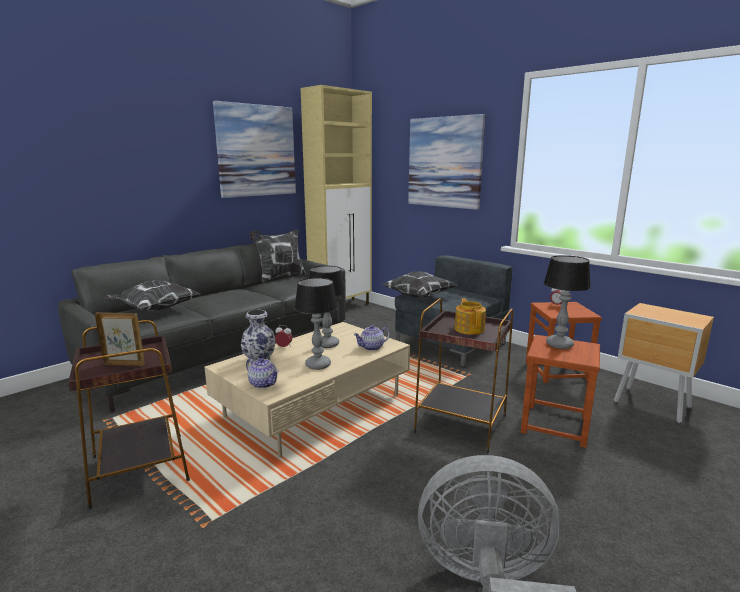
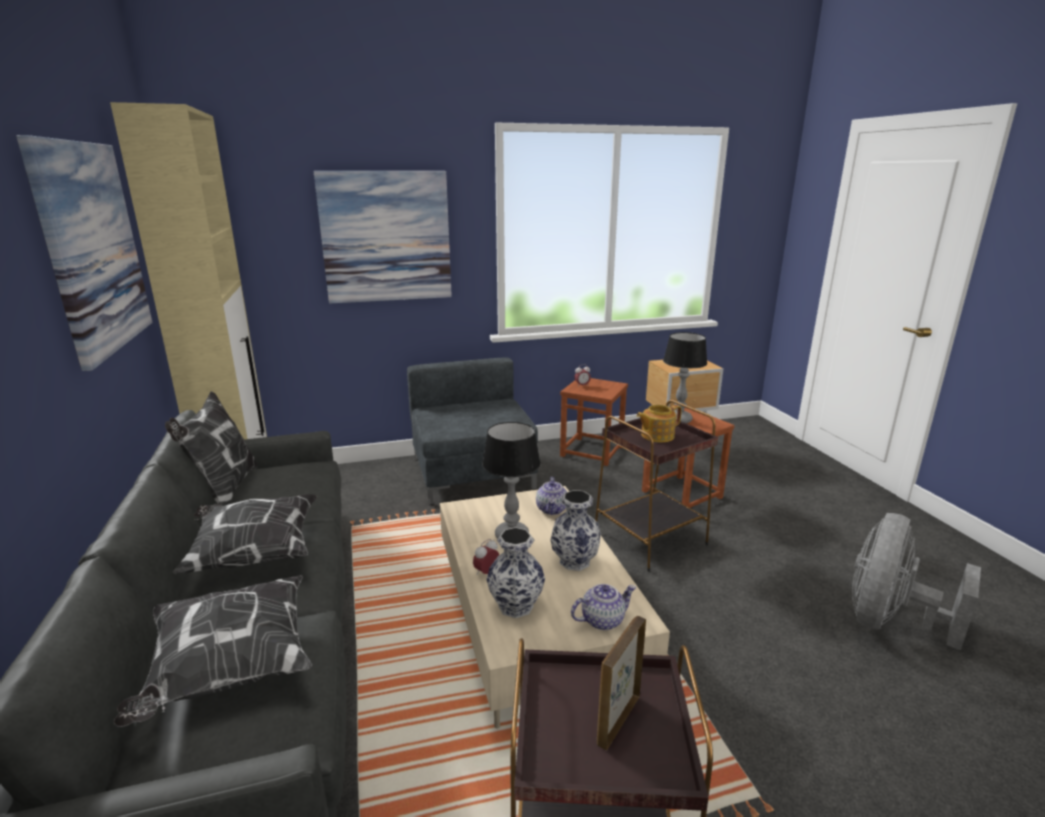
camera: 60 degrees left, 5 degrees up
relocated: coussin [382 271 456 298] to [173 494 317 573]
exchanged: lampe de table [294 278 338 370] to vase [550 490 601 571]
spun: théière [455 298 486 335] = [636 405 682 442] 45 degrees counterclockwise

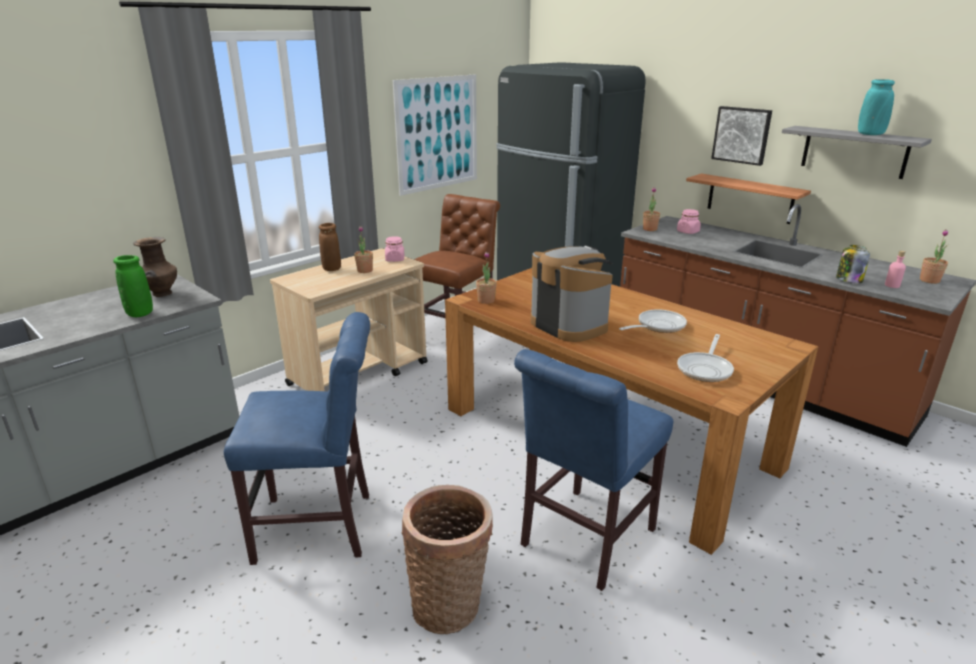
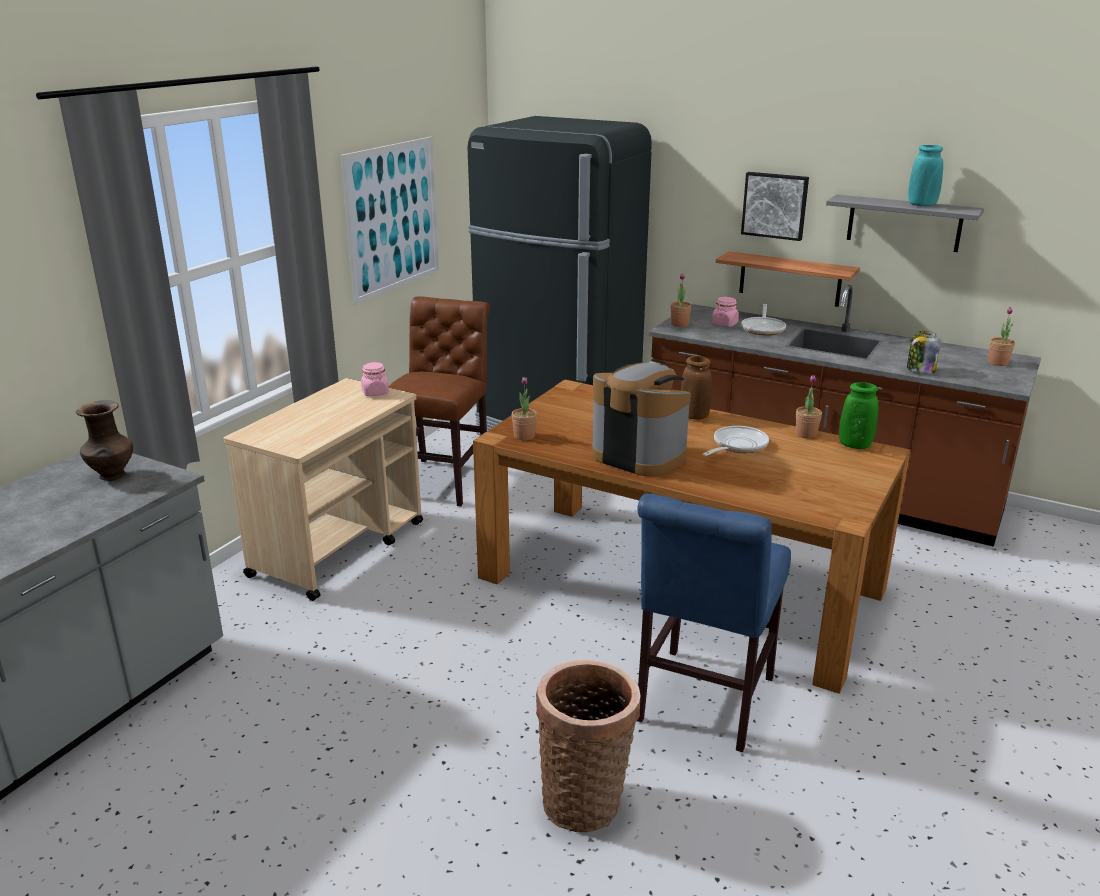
camera: 15 degrees left, 0 degrees up
missing: bouteille [rose] [885 251 906 288]; chaise [bleu] [224 312 370 565]
relocated: vase [marron] [319 223 341 271] to [681 356 712 420]; plante en pot [354 226 373 273] to [796 375 822 439]; vase [vert] [113 255 153 317] to [839 382 878 449]; poêle [677 334 734 382] to [741 304 786 335]

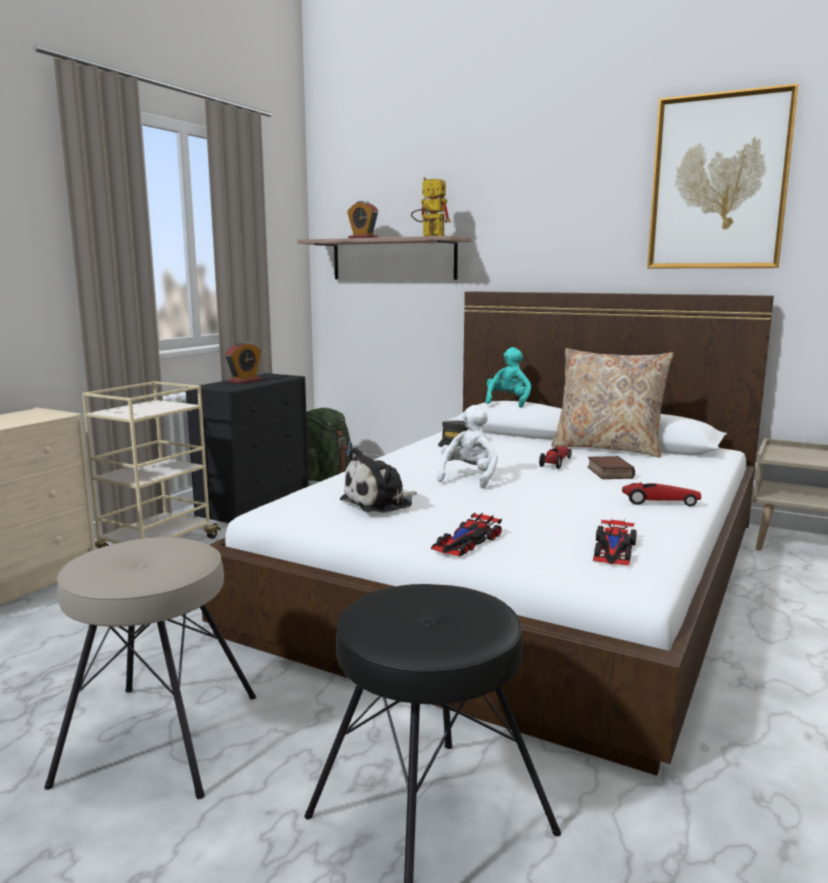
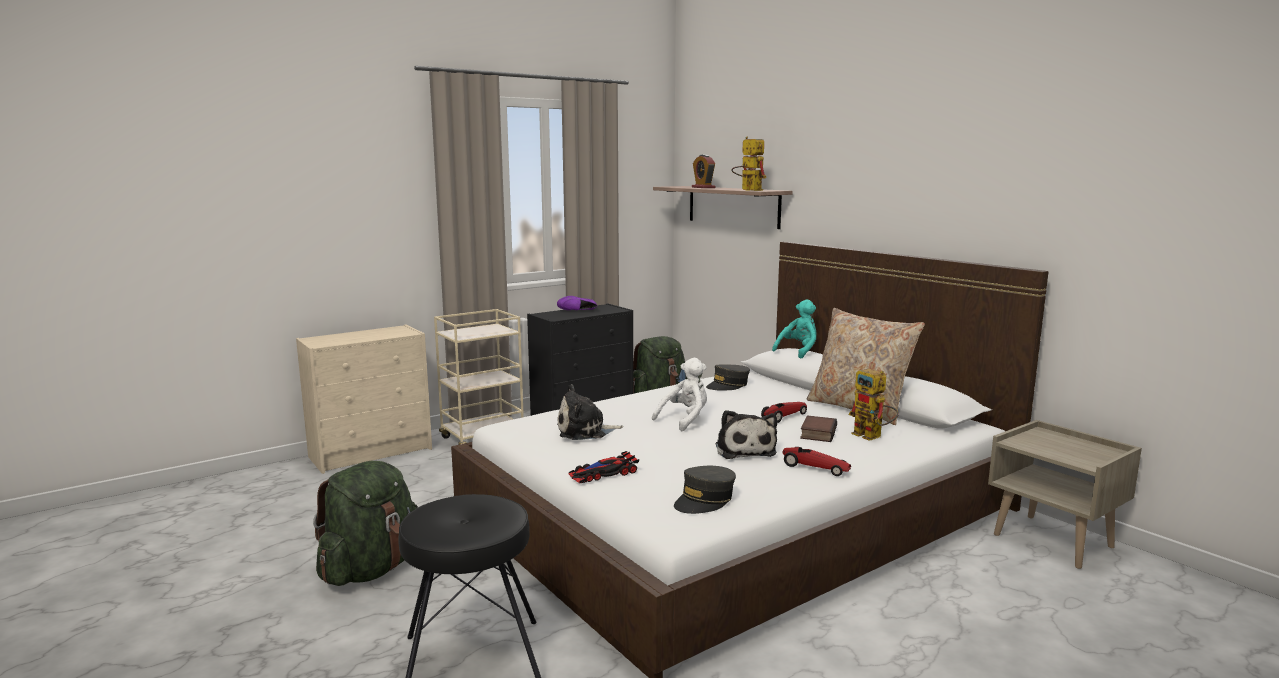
camera: 25 degrees right, 0 degrees up
missing: tableau [647 83 799 268]
appeared: robot jouet [849 369 899 441]; peluche [716 410 777 459]
exchanged: réveil [225 342 262 384] to chaussure [violet] [557 296 597 310]; petite voiture [593 518 637 565] to casquette [gris] [674 466 736 514]; tabouret [beige] [45 537 256 799] to sac à dos [vert] [313 461 418 586]

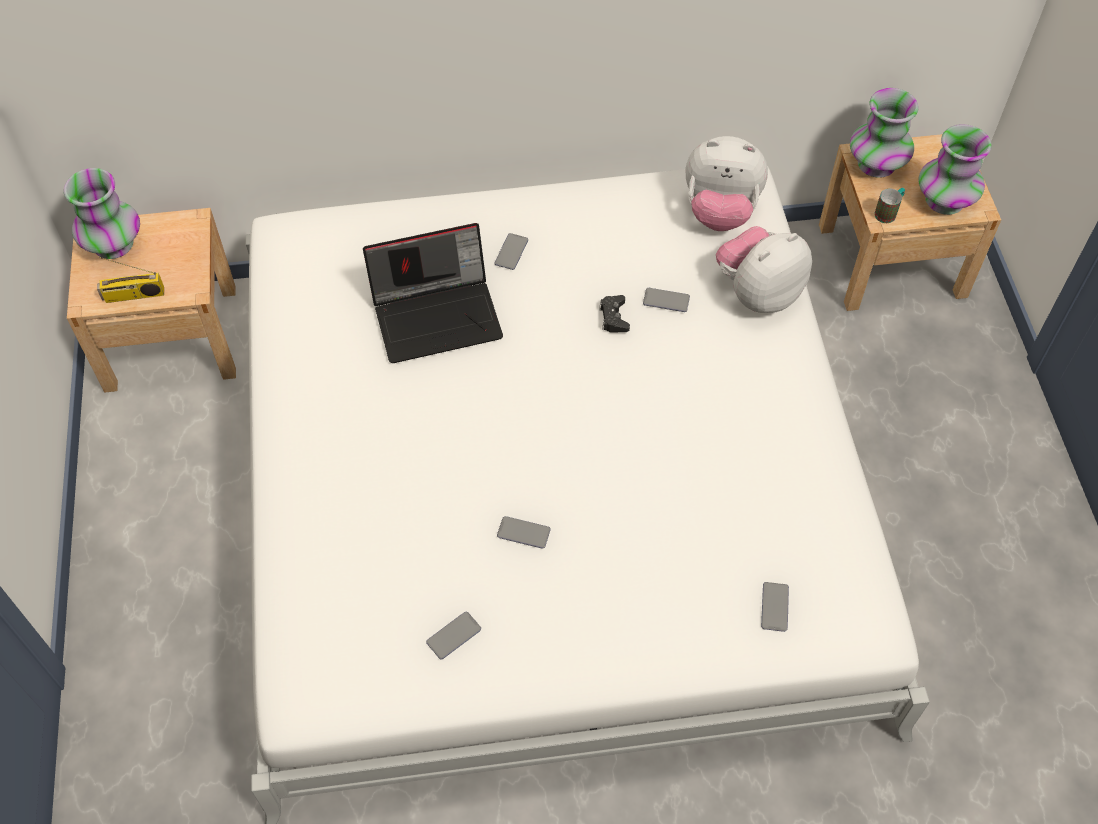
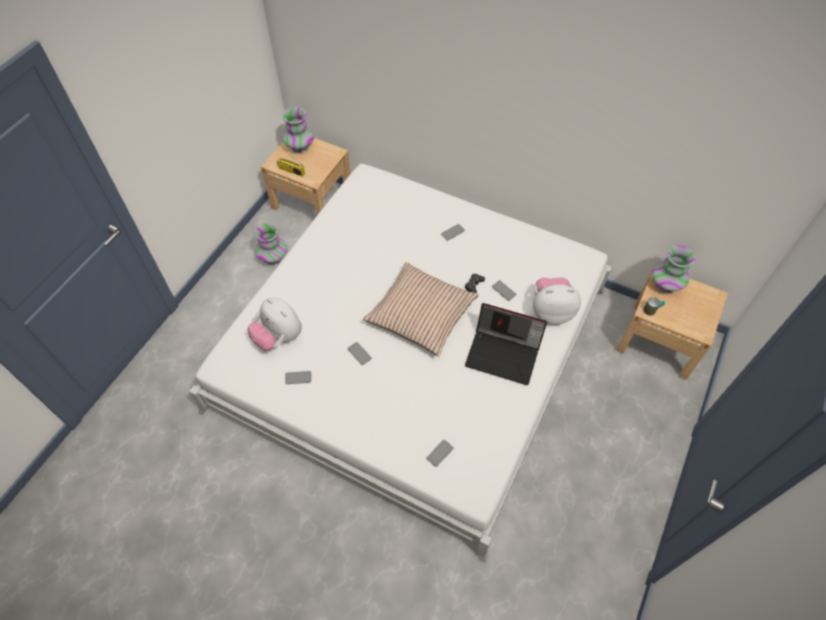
camera: 35 degrees right, 0 degrees up
appeared: coussin [363 262 479 356]
relocated: vase [919 124 992 215] to [254 223 287 265]; peluche [686 136 768 231] to [248 297 302 351]; ordinateur portable [363 223 503 363] to [465 303 547 385]

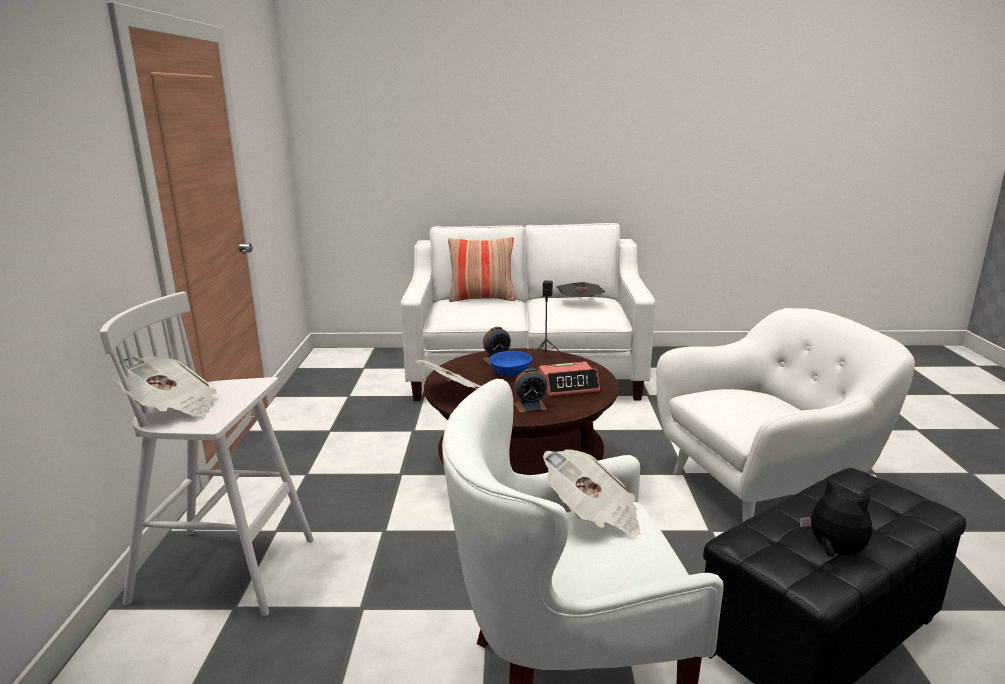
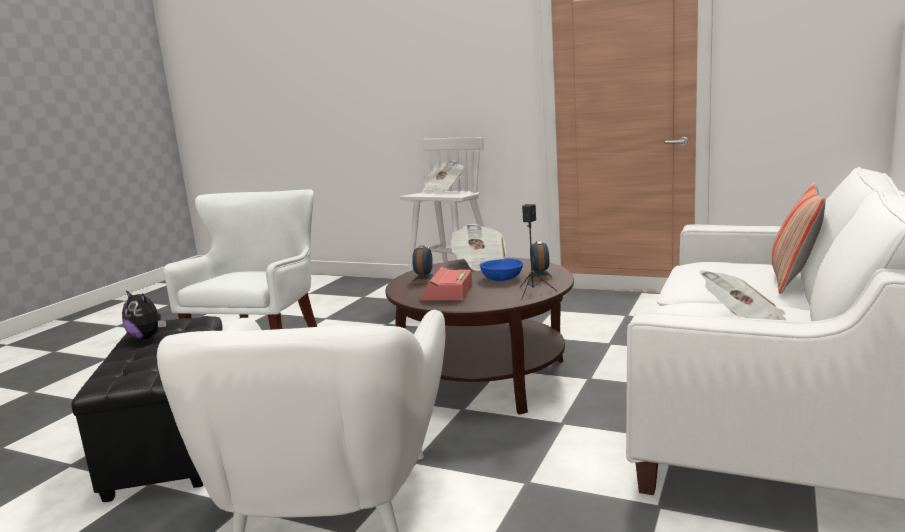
camera: 115 degrees right, 5 degrees down
missing: journal [543 449 640 536]
spun: peluche [800 478 872 557] = [122 290 166 339] 45 degrees clockwise

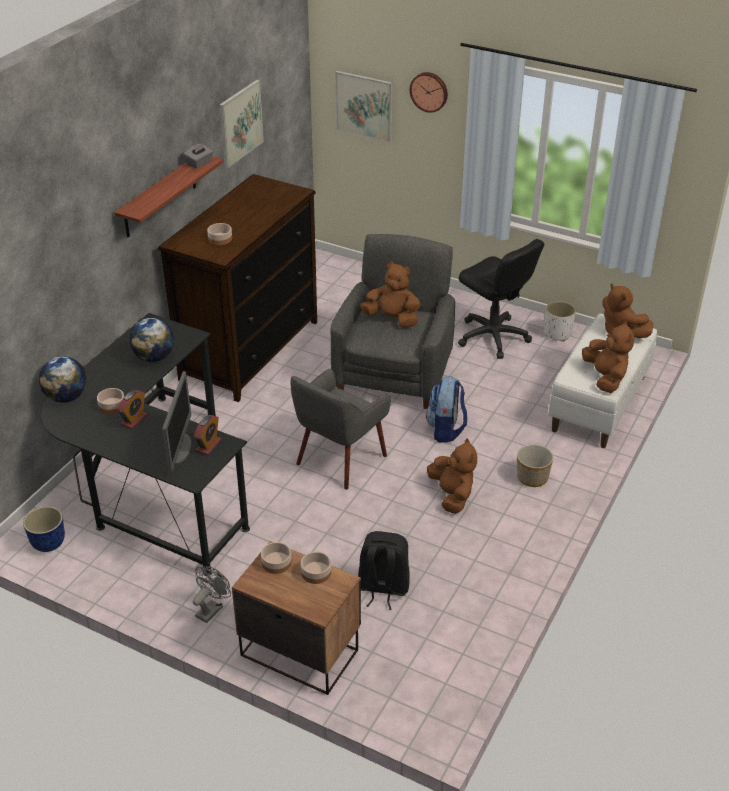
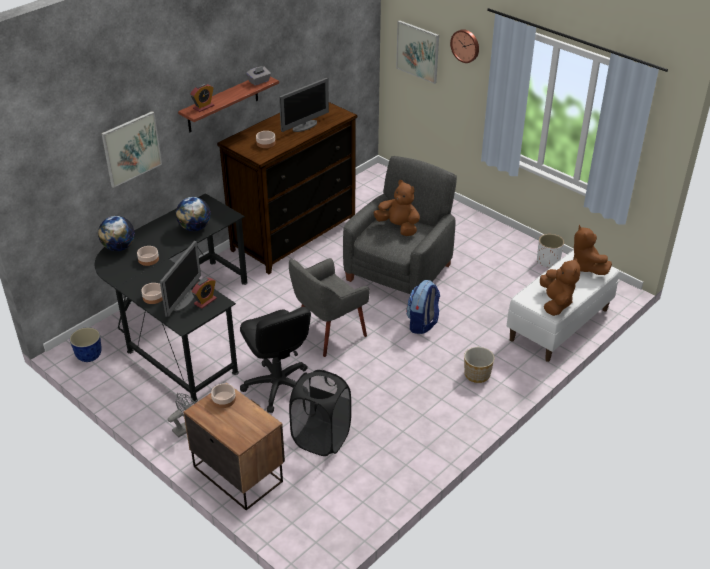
camera: 15 degrees right, 0 degrees up
missing: peluche [marron] [427 439 477 514]
appeared: écran d'ordinateur [279 78 329 132]
relocated: tableau [219 80 264 168] to [101 111 162 188]; chaise de bureau [noir] [458 239 544 359] to [240 307 311 413]; réveil [117 390 148 429] to [190 83 214 112]; bol [301 552 331 584] to [141 283 163 304]
exchanged: sac à dos [noir] [358 531 410 610] to panier à linge [noir] [289 370 351 456]

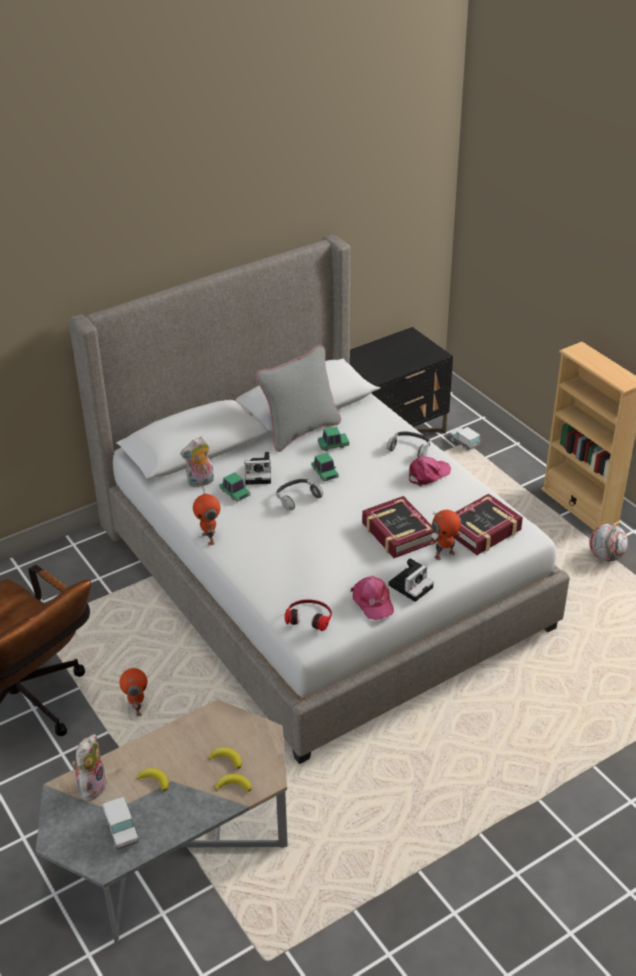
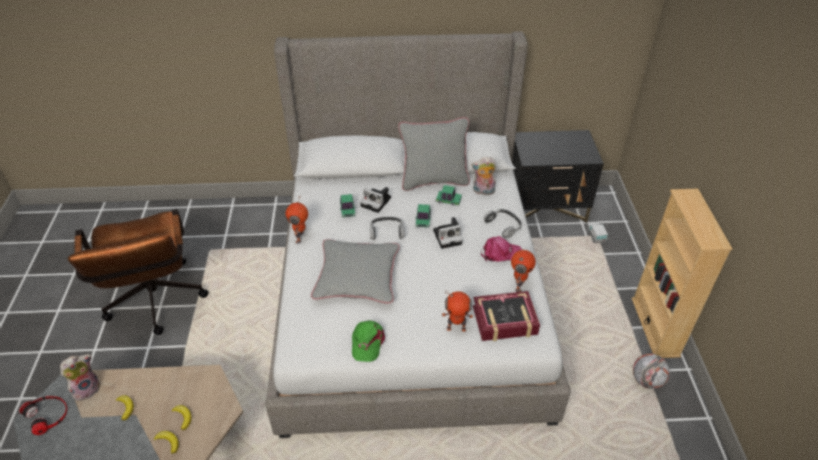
camera: 30 degrees right, 5 degrees up
missing: livre [362 496 436 558]; camion jouet [103 796 139 850]
appeared: coussin [gris] [311 239 400 304]
relocated: peluche [180 436 214 488] to [471 157 497 195]; appareil photo [388 558 434 602] to [433 217 463 249]; casque audio [285 599 332 631] to [20 396 67 435]; robot jouet [119 668 147 716] to [511 250 536 292]
colour: casquette [rose] [351 576 394 620] to casquette [vert] [352 320 385 362]

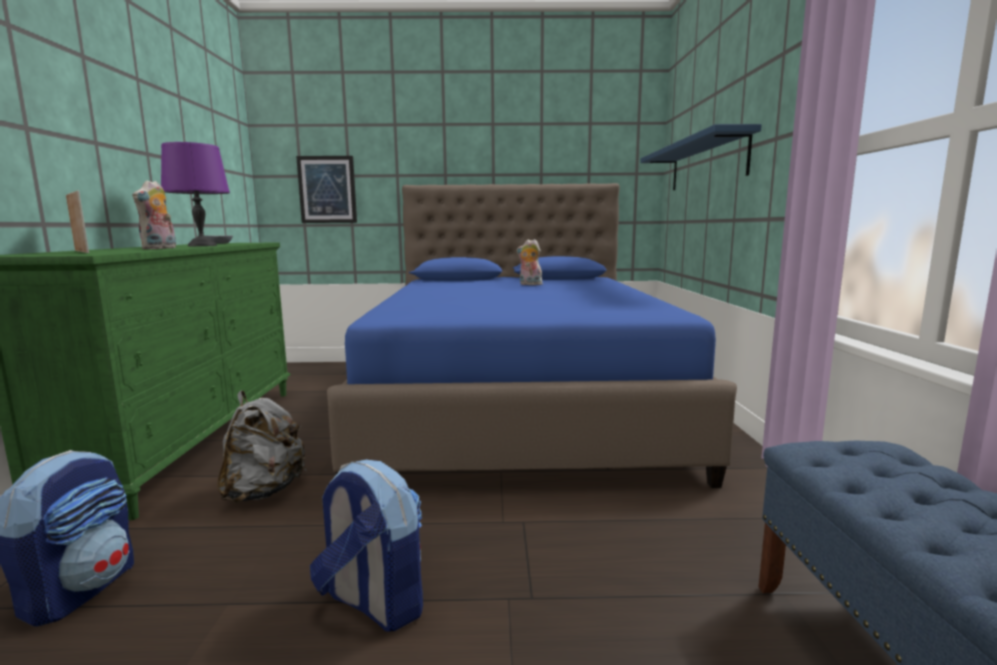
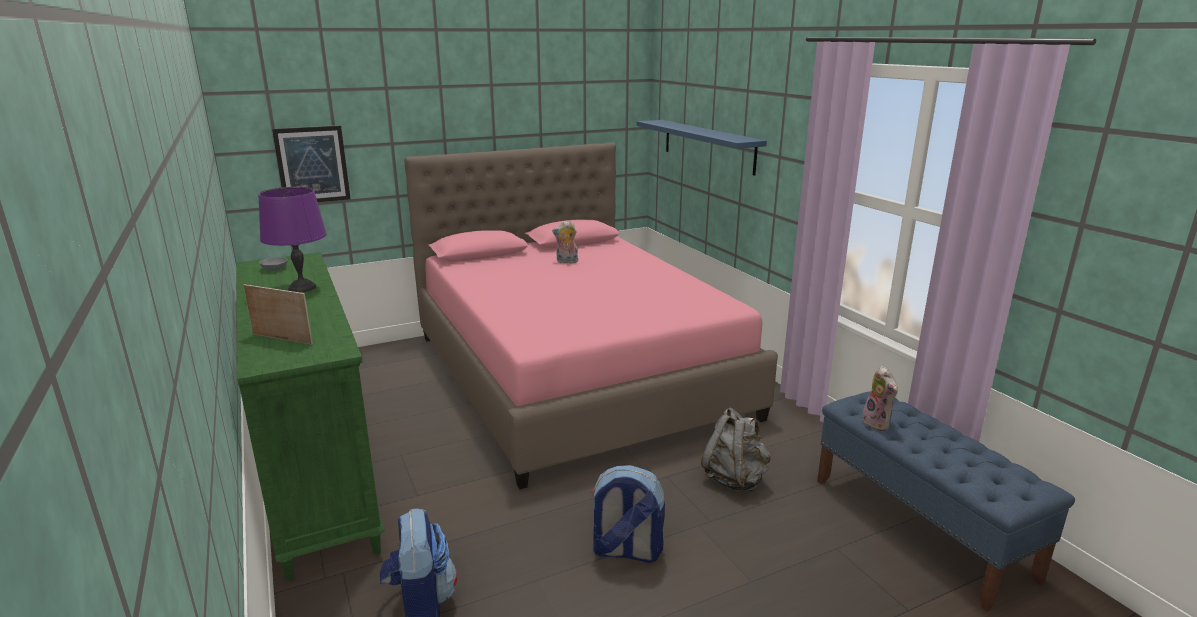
camera: 25 degrees left, 10 degrees up
relocated: peluche [132 180 176 249] to [862 365 898 431]; sac à dos [gris] [217 390 307 503] to [701 407 771 492]
colour: lit [bleu] [327 183 737 488] to lit [rose] [404 142 778 489]

